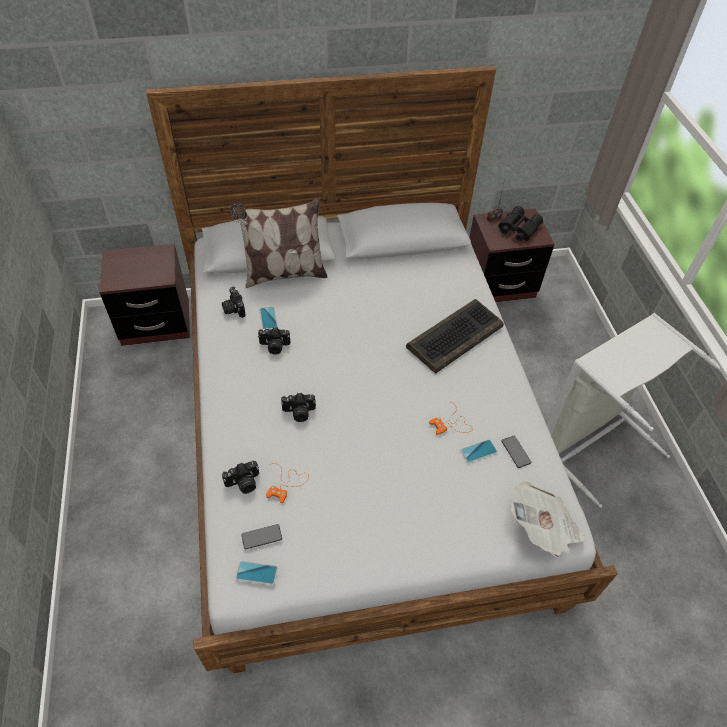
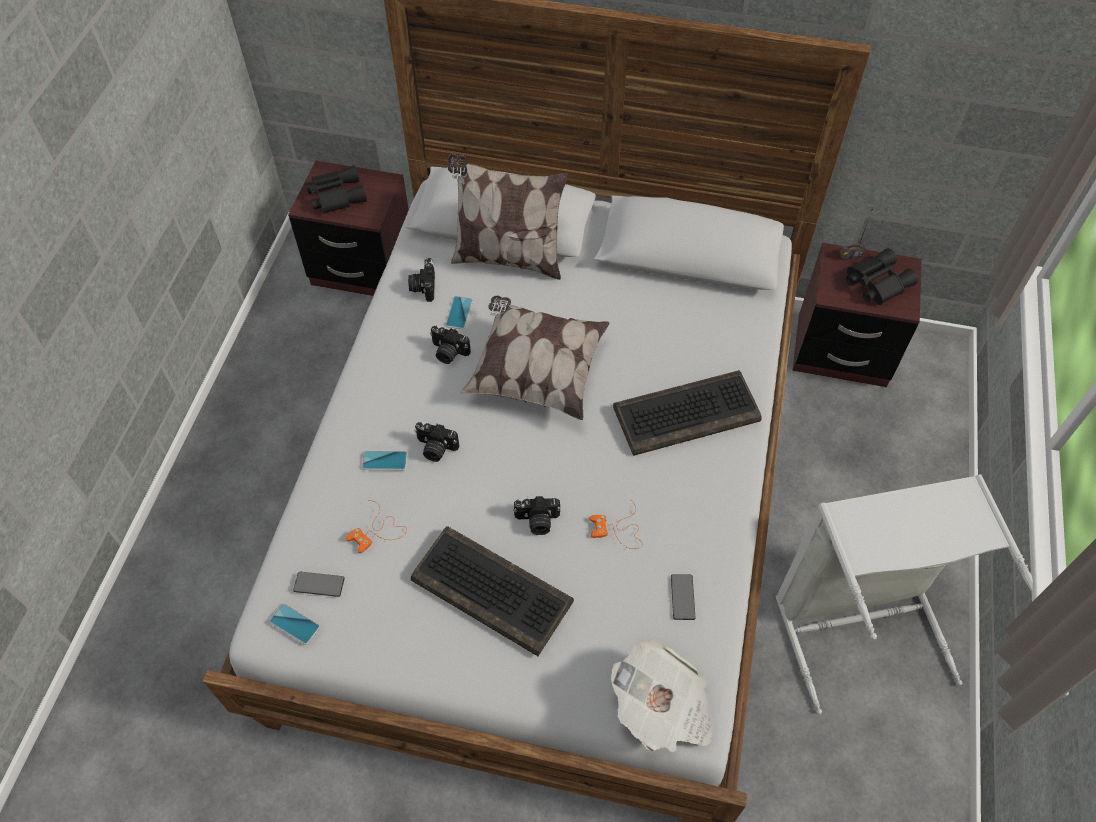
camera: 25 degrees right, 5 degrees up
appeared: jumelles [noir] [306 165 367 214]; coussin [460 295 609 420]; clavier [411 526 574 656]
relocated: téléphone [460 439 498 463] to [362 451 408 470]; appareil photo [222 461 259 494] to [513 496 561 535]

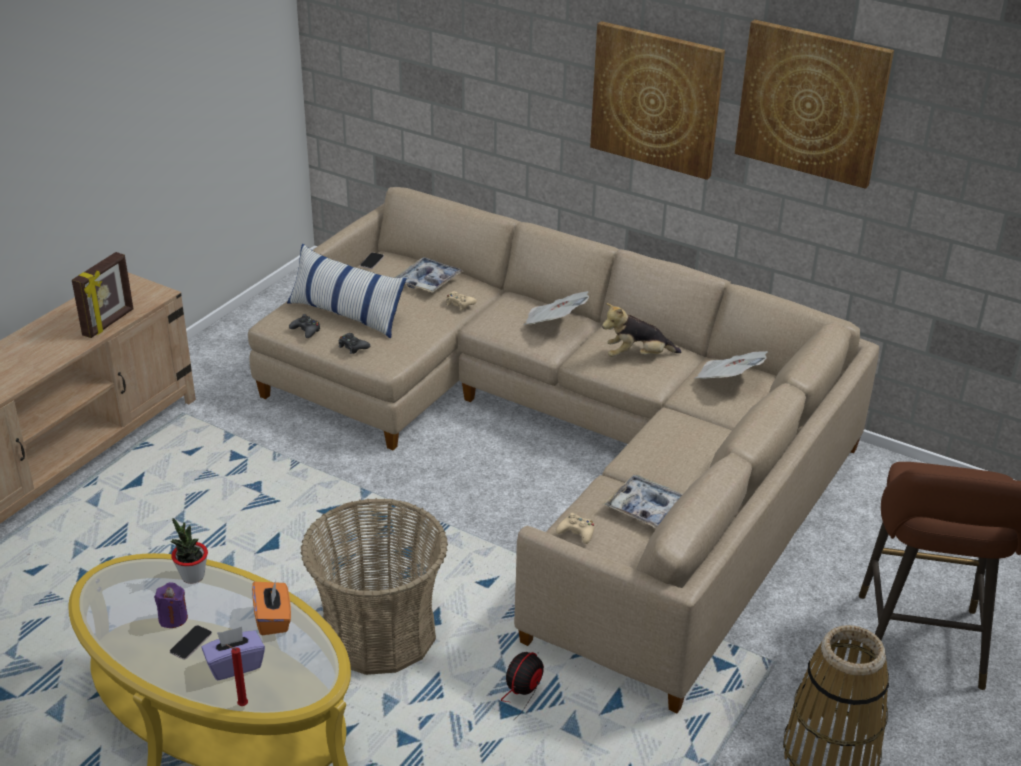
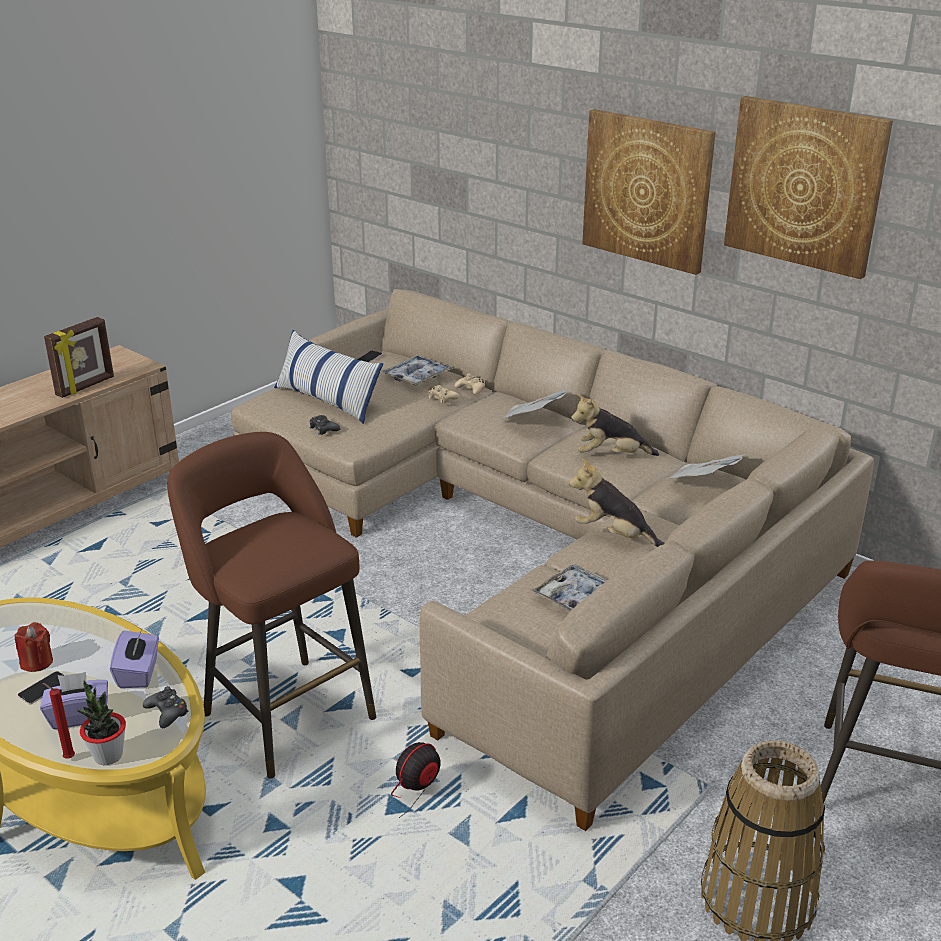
camera: 10 degrees right, 5 degrees down
appeared: peluche [569 458 664 547]
relocated: manette [noir] [289 314 320 338] to [143 686 189 728]; manette [beige] [556 513 594 544] to [454 373 485 395]; plante en pot [171 518 208 584] to [76 681 126 765]
exchanged: panier [300 498 448 675] to tabouret [marron] [167 432 376 779]
colour: boîte à mouchoirs [orange] [252 580 291 635] to boîte à mouchoirs [violet] [110 630 159 688]; bougie [violet] [154 582 188 628] to bougie [rouge] [15 622 53 672]

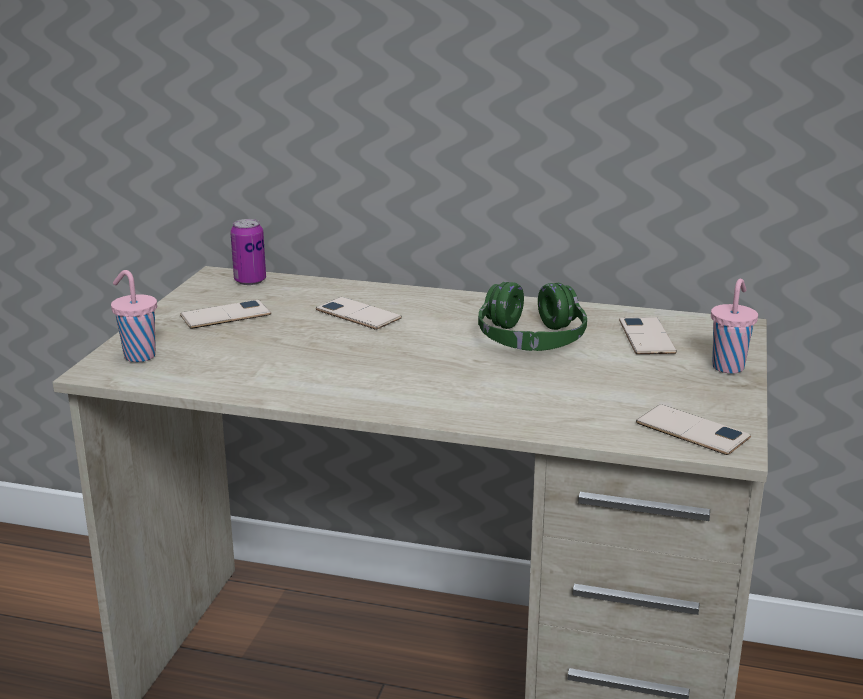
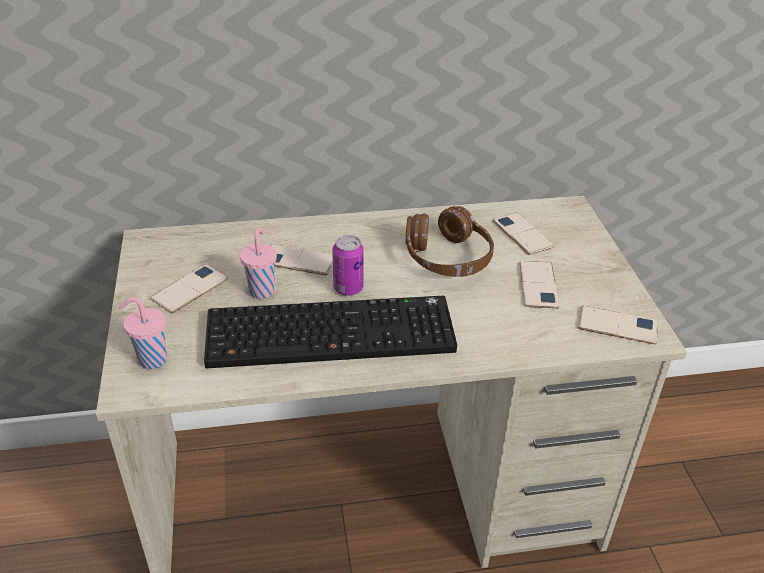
camera: 25 degrees left, 15 degrees up
appeared: téléphone [520 261 559 308]; clavier [204 296 457 368]
relocated: boîte métallique [230 219 266 285] to [332 235 364 296]; tasse [rose] [711 279 758 373] to [240 228 277 299]
colour: casque audio [vert] [478 282 587 351] to casque audio [marron] [406 206 494 277]

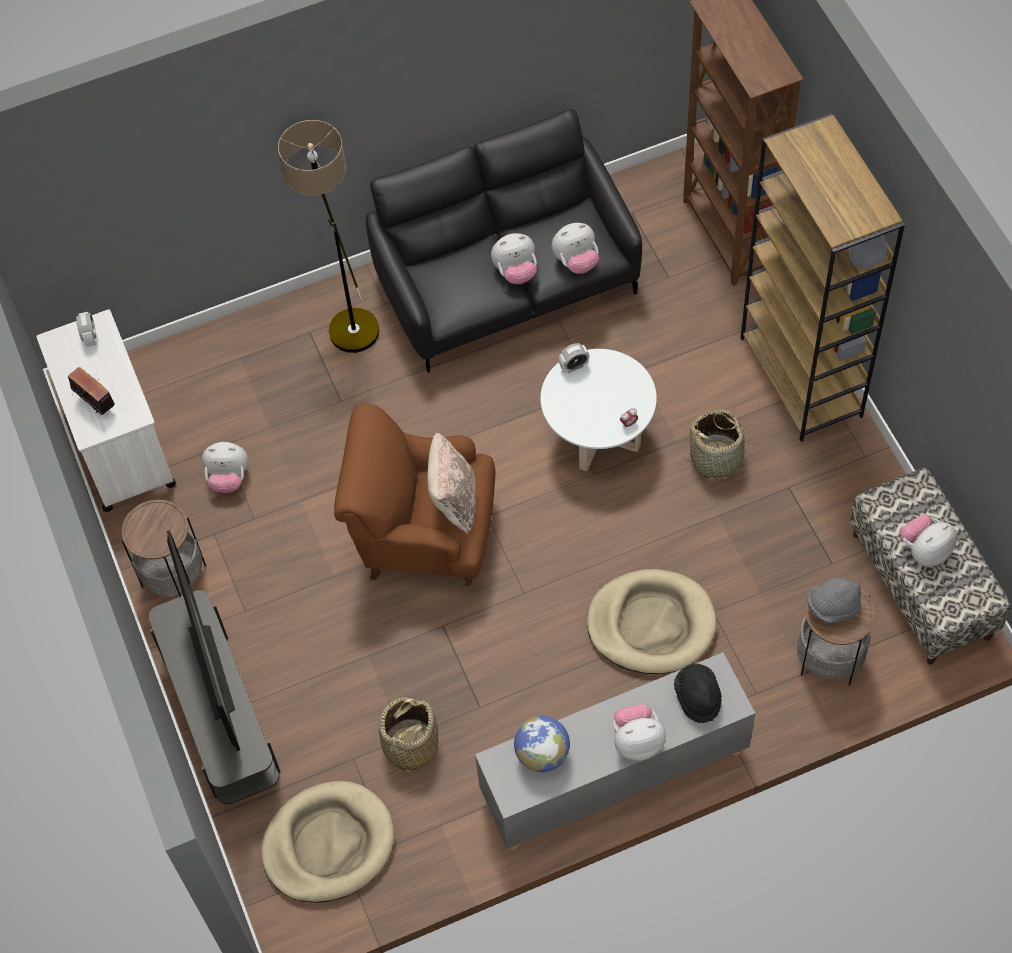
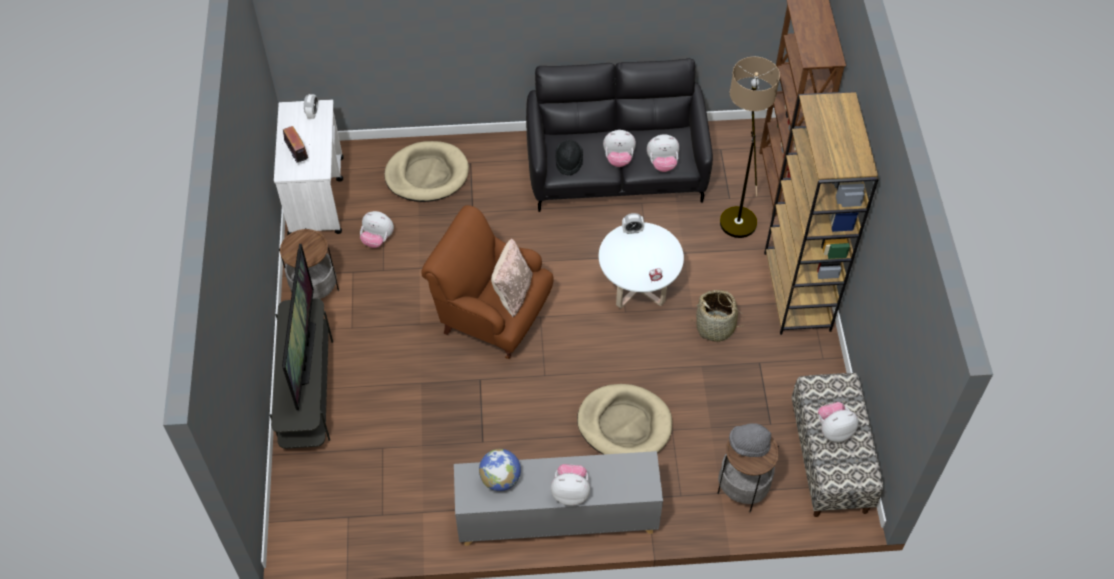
camera: 15 degrees right, 5 degrees down
missing: panier [379 697 438 775]
relocated: lampadaire [278 120 379 353] to [720 56 780 238]; chapeau [noir] [674 663 722 723] to [556 140 583 176]; panier pour chien [beige] [261 781 394 903] to [384 141 469 202]

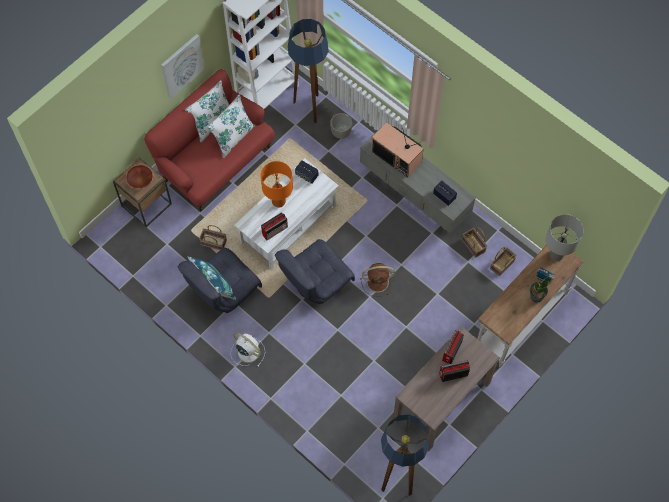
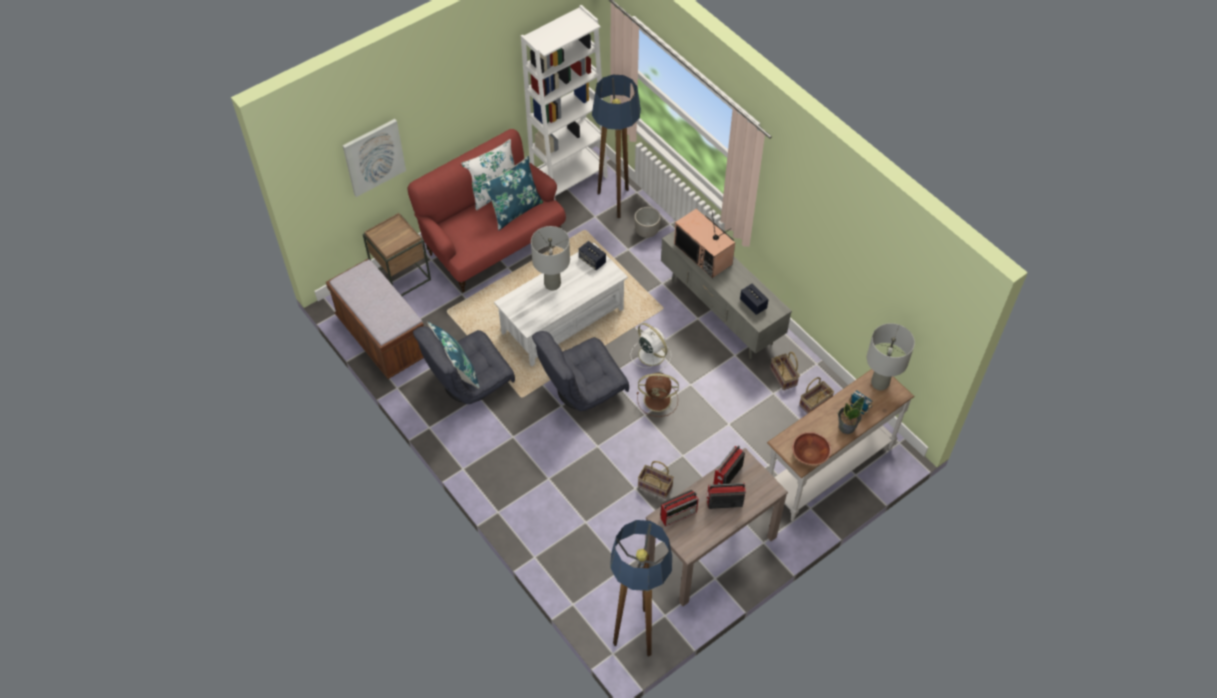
camera: 10 degrees right, 10 degrees down
appeared: banc [marron] [326 259 424 379]
relocated: tableau [161 34 205 99] to [342 119 406 197]; bol [marron] [126 164 154 189] to [792 432 831 465]; radio [261 212 288 240] to [660 490 699 526]; panier [199 225 227 250] to [638 461 674 499]; ventilateur [blanc] [231 332 265 367] to [630 323 671 371]
colour: coussin [blanc] [207 94 255 158] to coussin [bleu] [482 156 543 230]; lampe de table [orange] [261 161 293 207] to lampe de table [gris] [531 226 570 291]

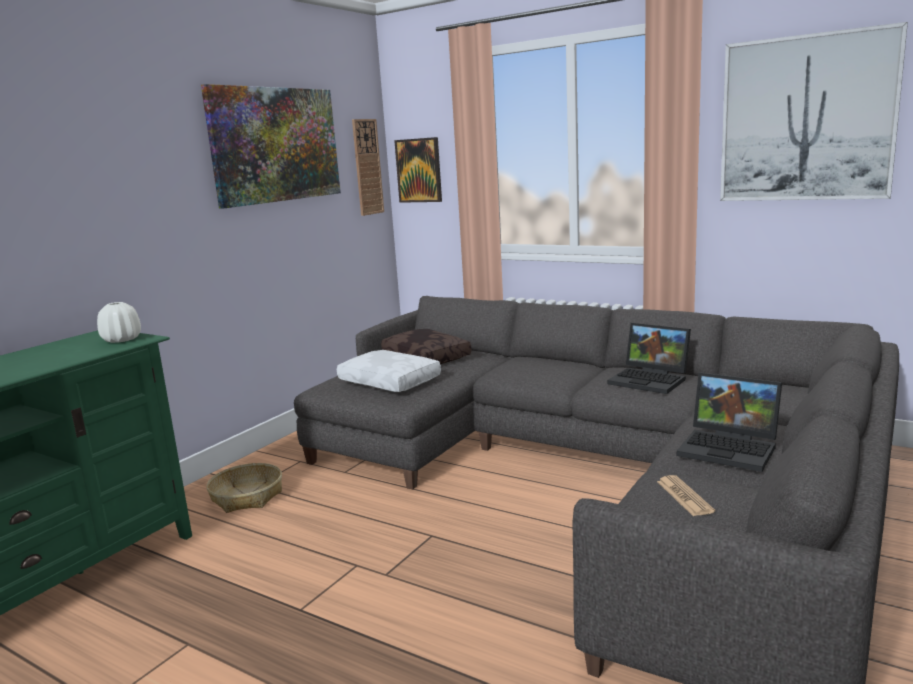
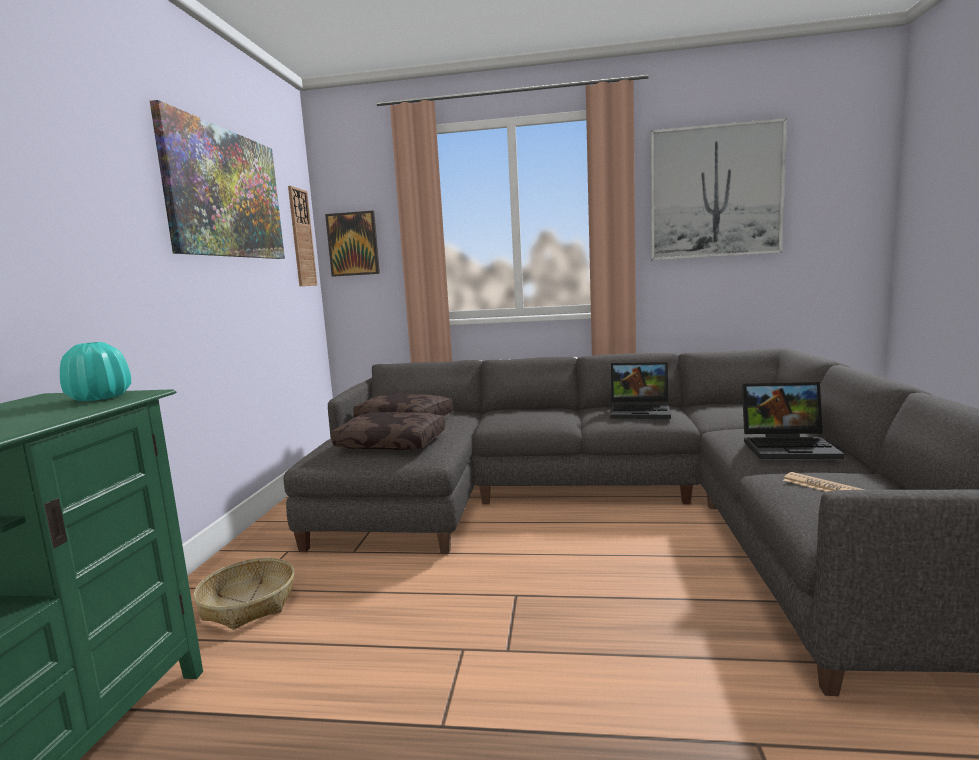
camera: 25 degrees left, 5 degrees down
colour: vase [blanc] [97 302 141 343] to vase [turquoise] [60 342 131 401]; coussin [blanc] [337 350 441 392] to coussin [marron] [331 412 445 450]

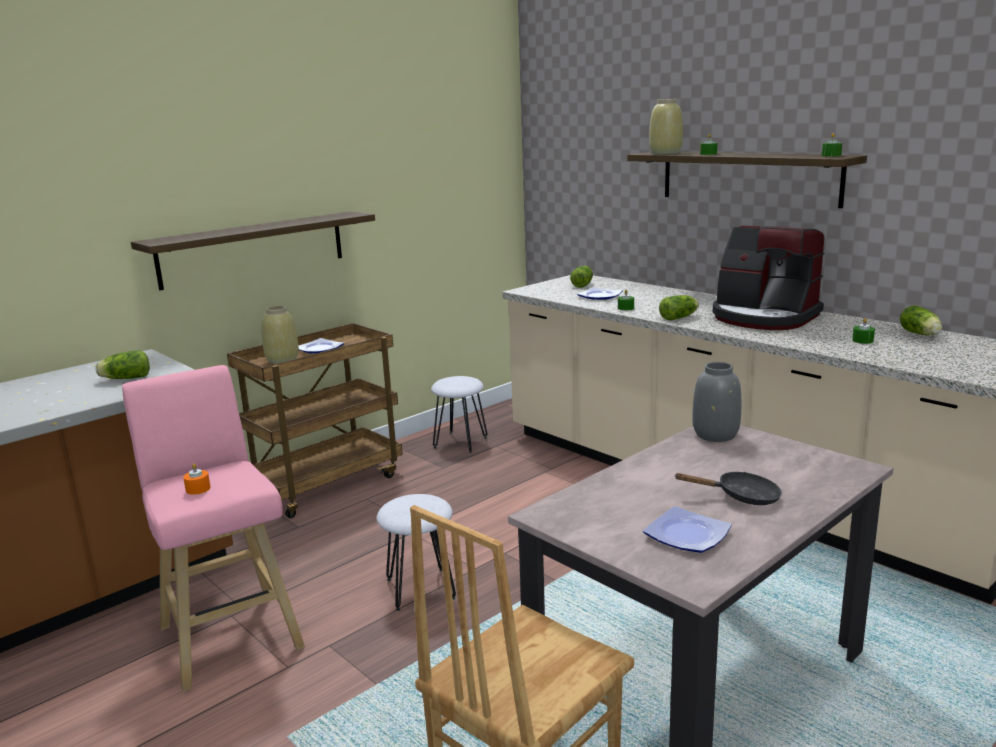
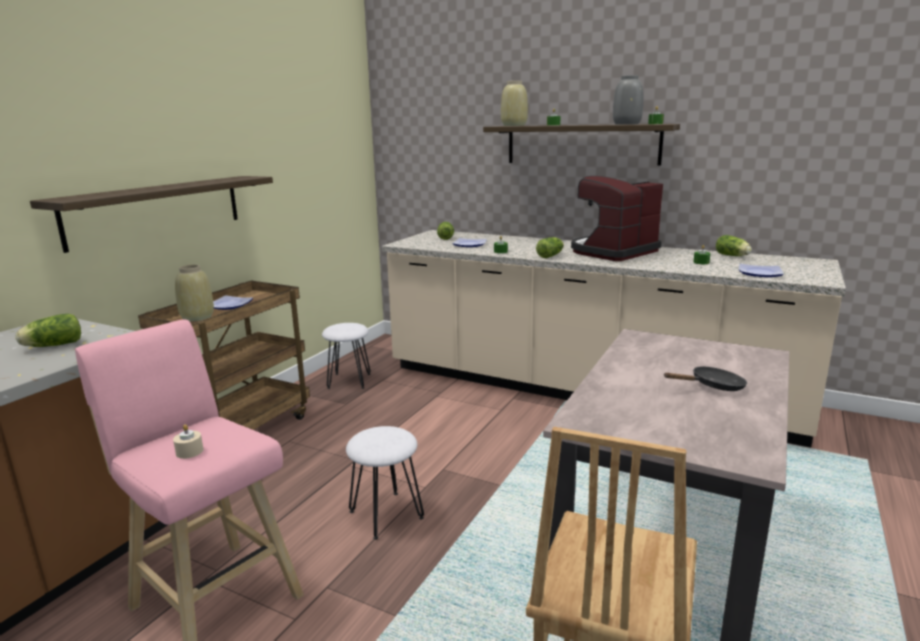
camera: 20 degrees left, 0 degrees up
relocated: vase [gris] [692 362 741 442] to [613 75 643 125]; assiette [643 506 732 553] to [739 264 783 277]
colour: bougie [orange] [183 463 211 495] to bougie [beige] [173 424 203 459]
spun: machine à café [713 226 825 330] = [571 176 663 261] 120 degrees clockwise

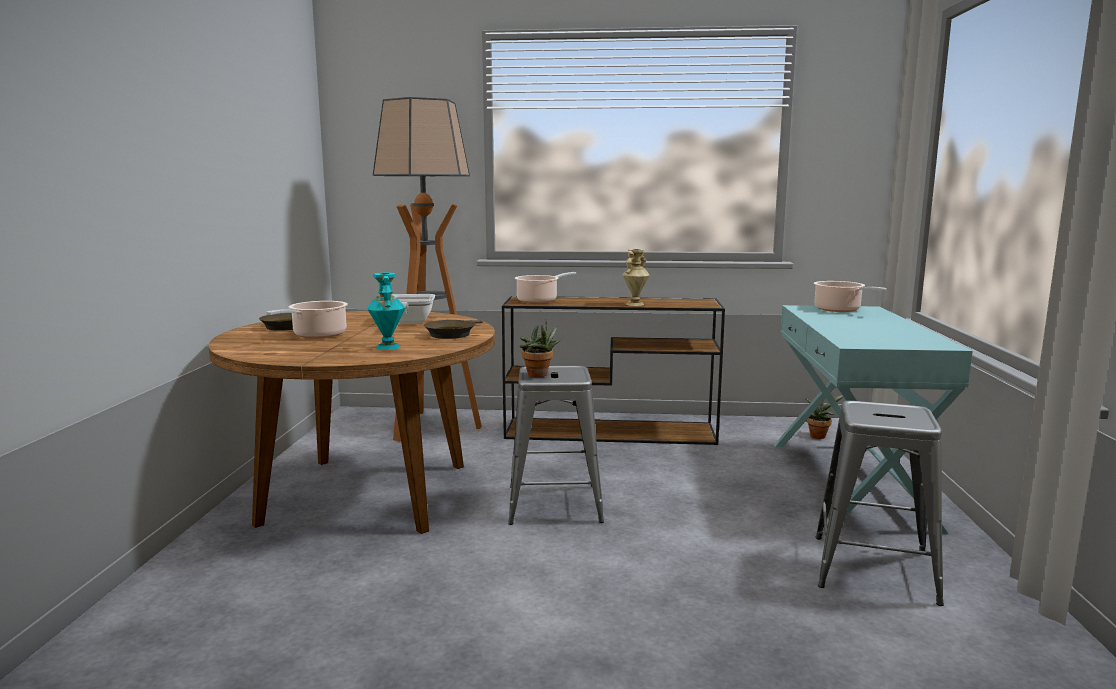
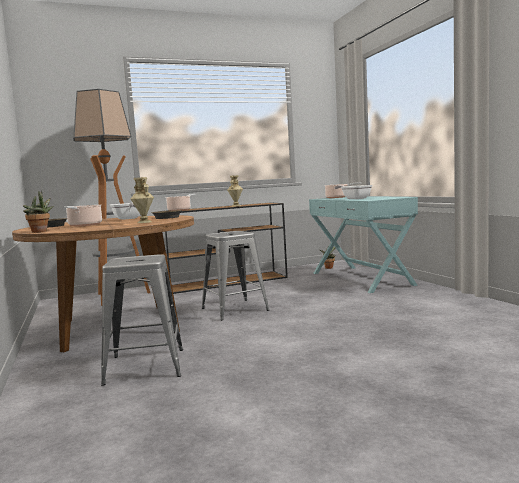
camera: 25 degrees left, 5 degrees down
appeared: poêle [335 185 373 199]
relocated: plante en pot [520 320 560 377] to [23 191 54 233]; tabouret [gris] [815 401 944 606] to [101 254 183 386]
colour: vase [turquoise] [367 273 405 350] to vase [beige] [131 177 154 223]

